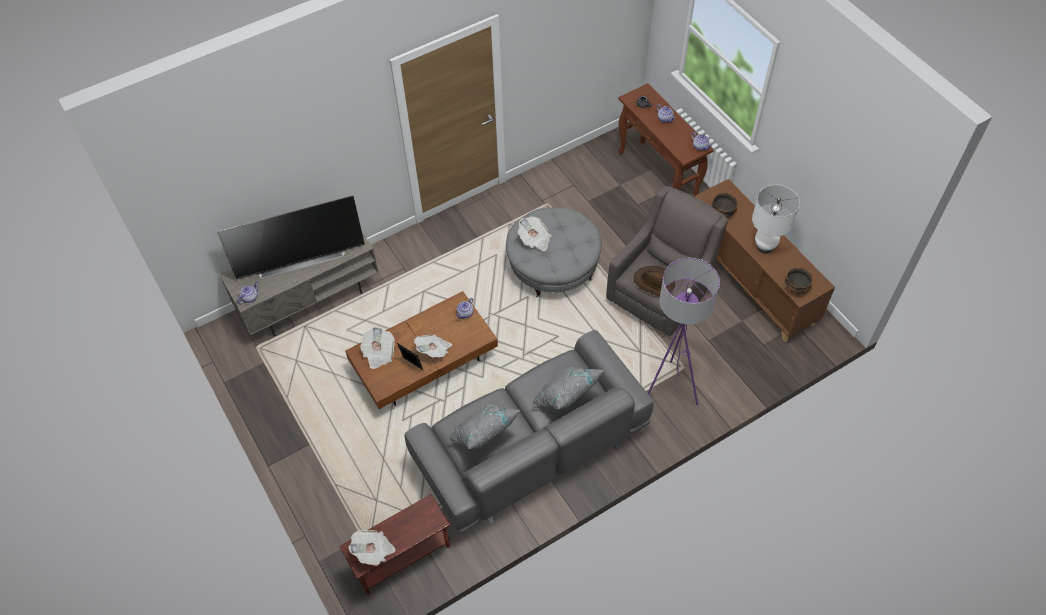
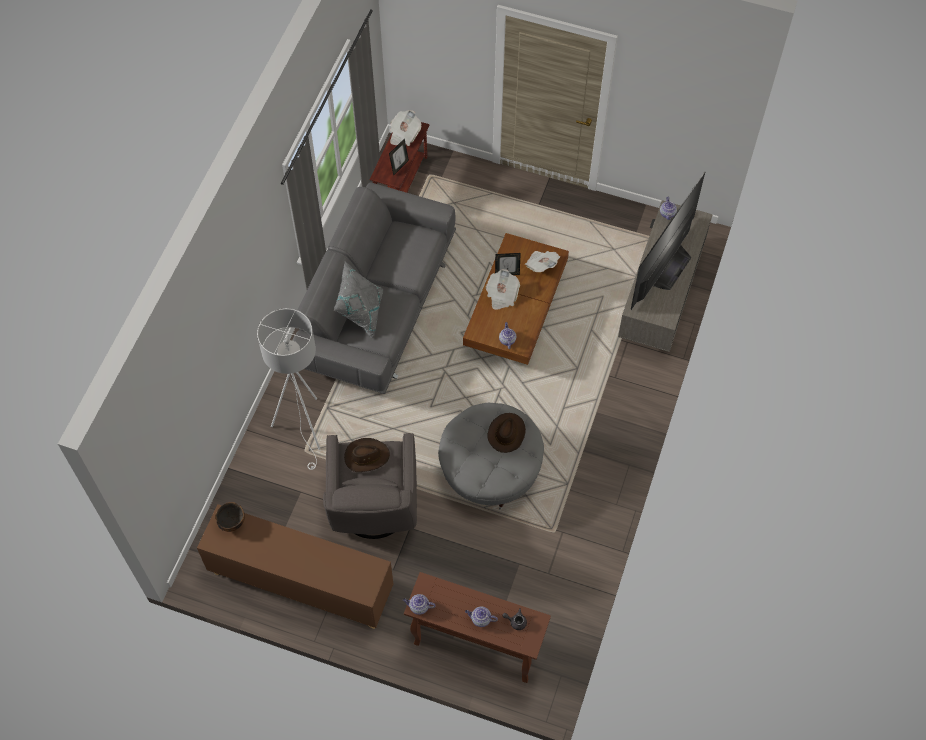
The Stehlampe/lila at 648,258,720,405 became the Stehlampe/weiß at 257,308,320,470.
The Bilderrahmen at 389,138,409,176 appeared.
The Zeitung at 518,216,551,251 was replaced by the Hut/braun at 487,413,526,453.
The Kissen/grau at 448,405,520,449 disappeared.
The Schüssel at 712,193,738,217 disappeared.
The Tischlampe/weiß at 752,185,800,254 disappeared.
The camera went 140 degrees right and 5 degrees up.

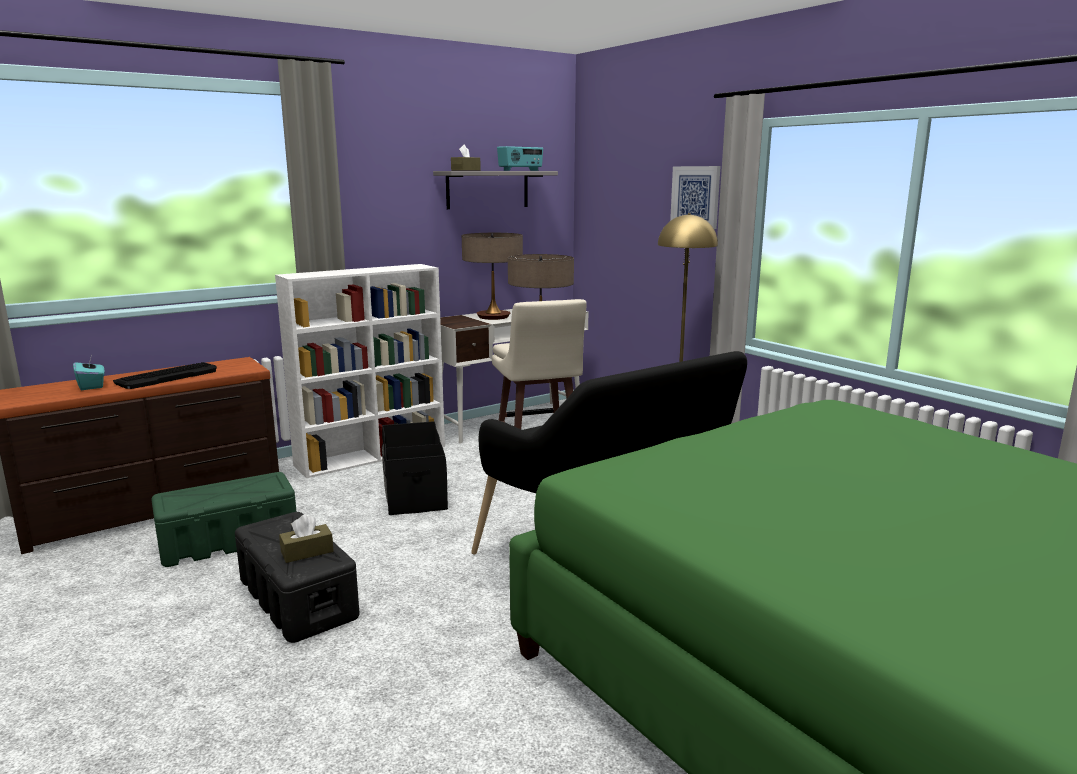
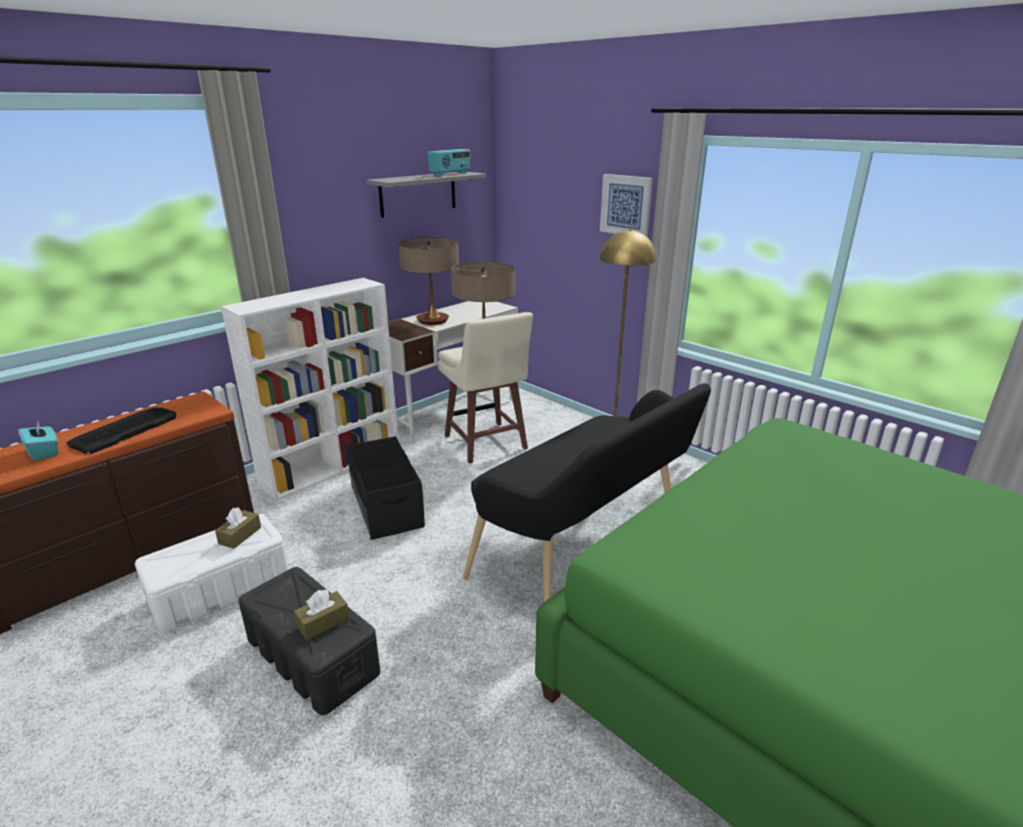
The Aufbewahrungsbox/grün at 151,472,297,567 became the Aufbewahrungsbox/weiß at 135,514,289,633.
The Taschentuchbox/braun moved from 451,145,481,171 to 215,507,261,549.
The camera went 10 degrees left and 10 degrees up.

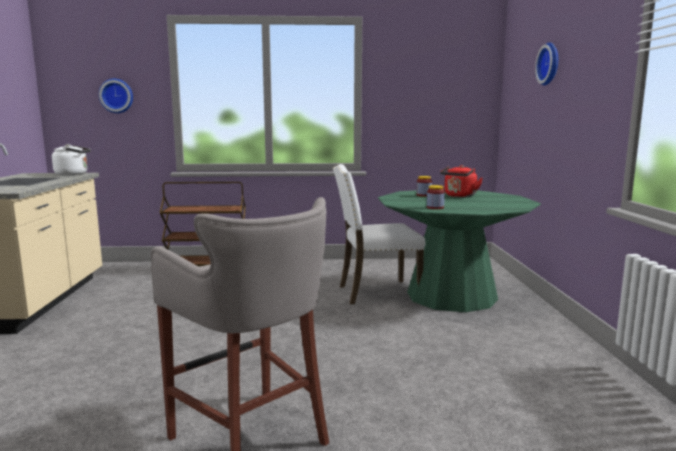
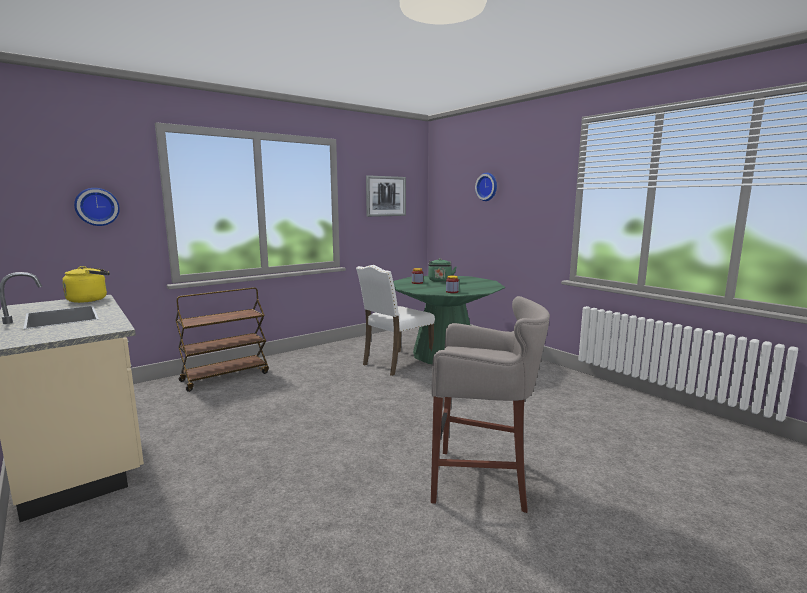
The Wasserkessel/weiß at 52,144,91,175 became the Wasserkessel/gelb at 62,266,110,303.
The Bild at 366,175,406,217 appeared.
The Wasserkessel/rot at 440,165,483,197 became the Wasserkessel/grün at 428,258,456,282.
The camera went 35 degrees left and 0 degrees up.

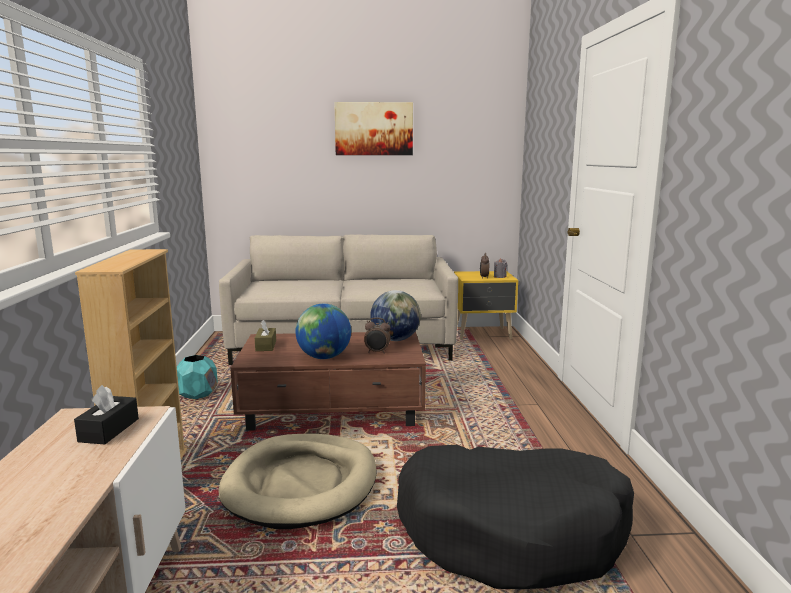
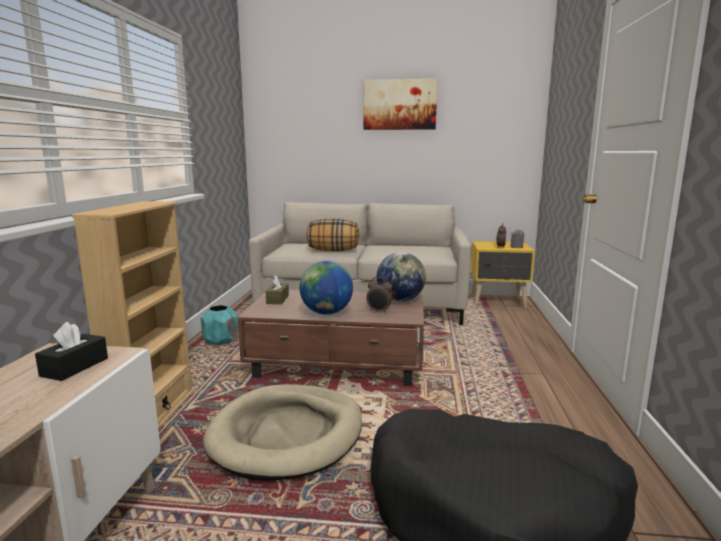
The Kissen at 307,219,359,251 appeared.
The camera went 10 degrees right and 0 degrees up.

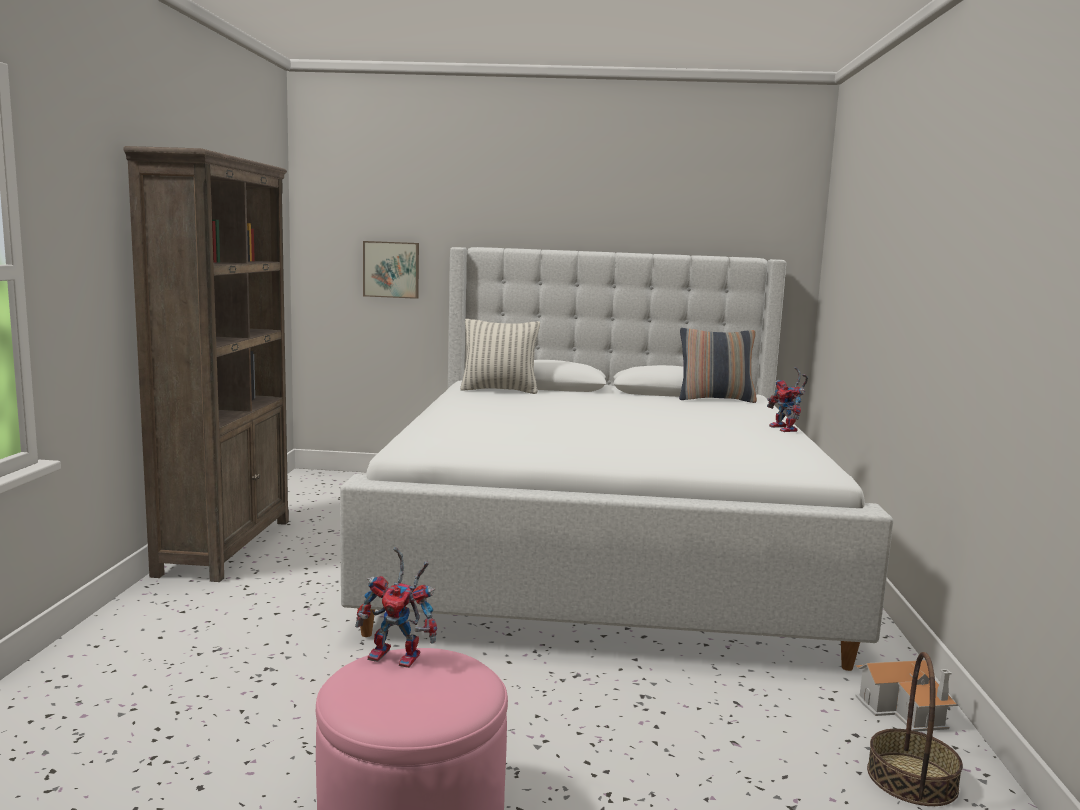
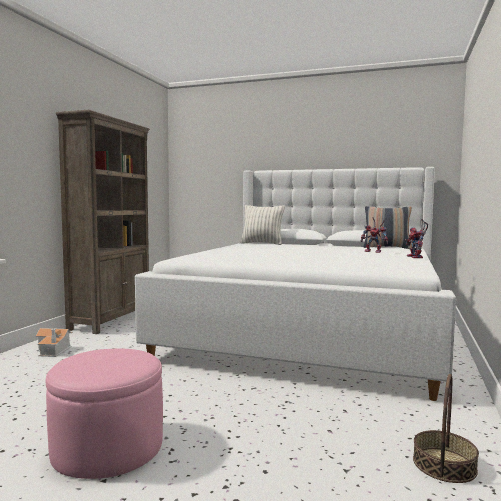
The Spielzeughaus moved from 855,660,957,731 to 36,328,73,357.
The Spielzeugroboter moved from 355,547,437,668 to 361,217,388,253.
The Bild at 363,241,419,299 disappeared.
The camera went 15 degrees right and 5 degrees down.

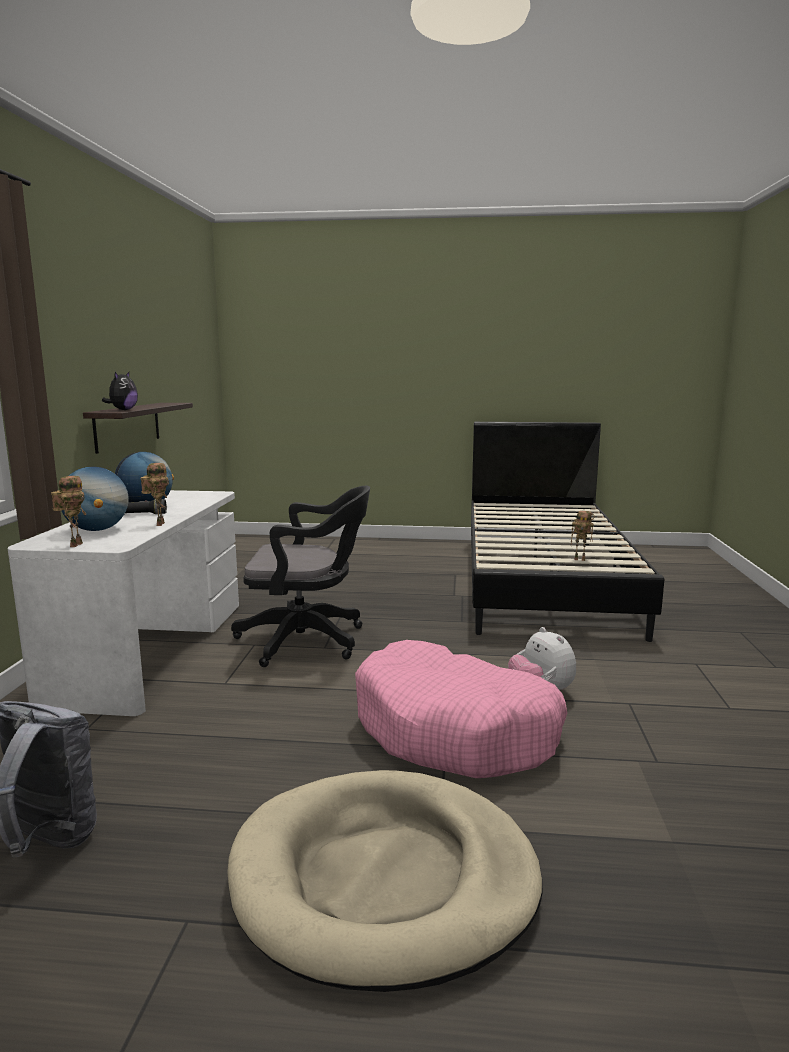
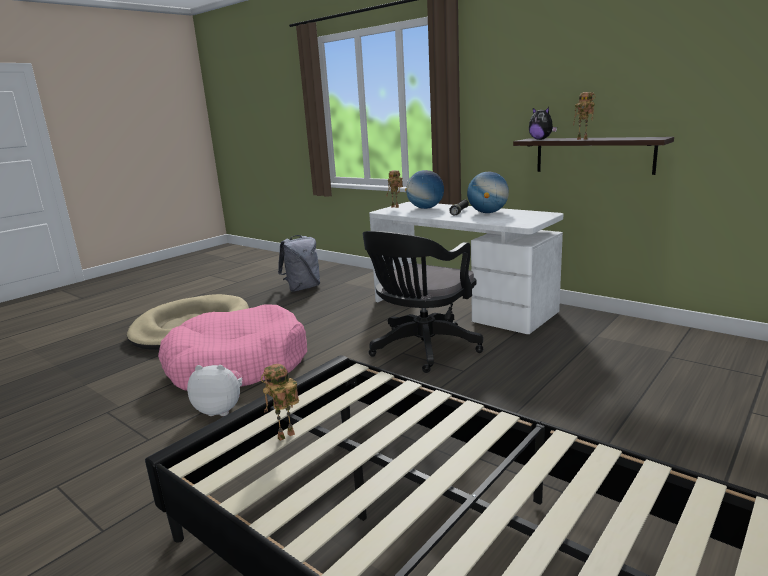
The Spielzeugroboter moved from 140,463,169,526 to 573,92,596,140.
The camera went 125 degrees right and 5 degrees up.

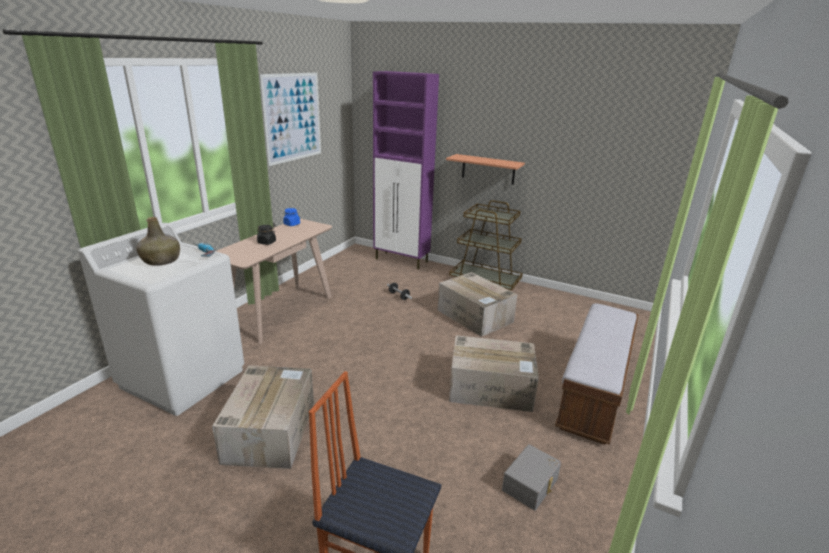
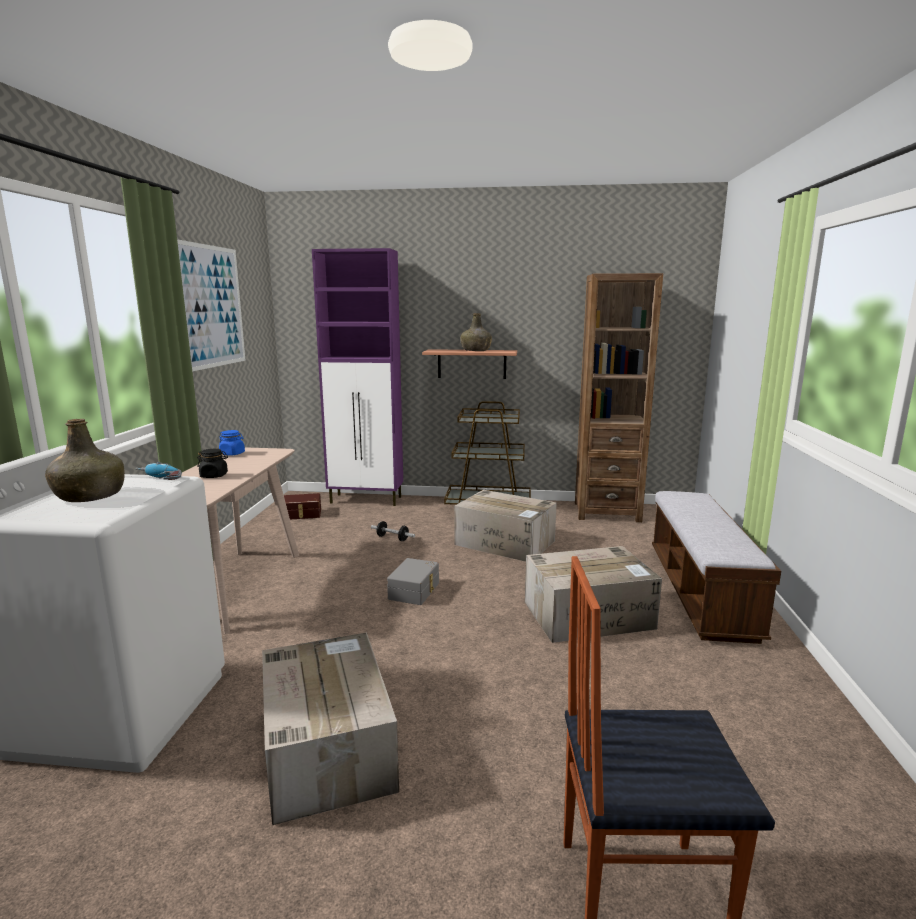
The Aufbewahrungsbox/braun at 284,493,321,520 appeared.
The Aufbewahrungsbox/grau moved from 502,444,561,511 to 387,558,439,605.
The Flasche/grün at 460,313,492,351 appeared.
The Bücherregal/braun at 575,273,663,522 appeared.
The camera went 20 degrees left and 10 degrees down.

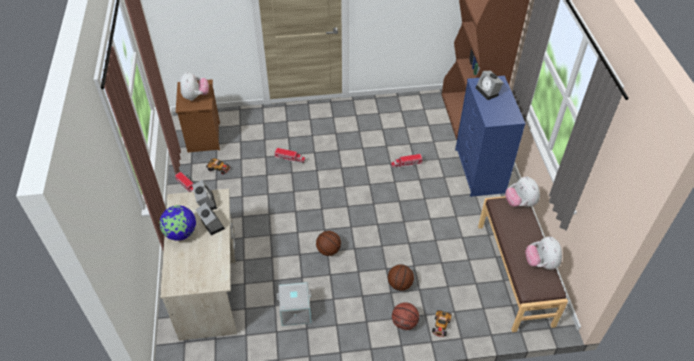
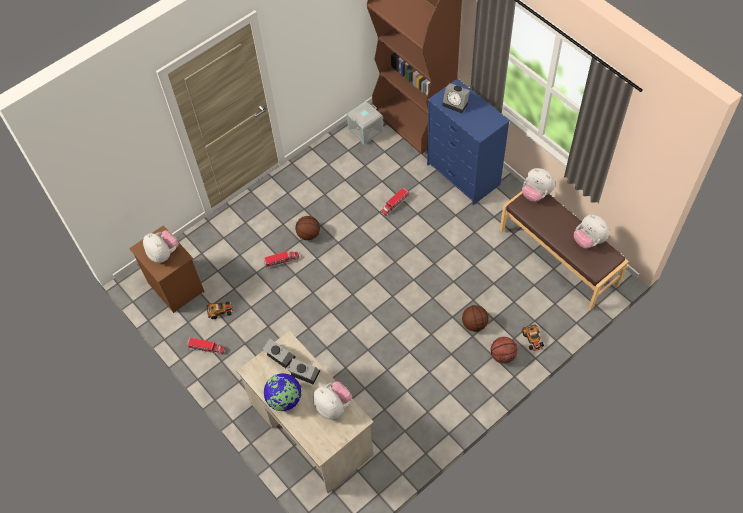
The Basketball moved from 316,231,341,256 to 295,216,320,240.
The Plüschtier at 313,381,352,420 appeared.
The Aufbewahrungsbox/grau moved from 277,282,311,326 to 347,101,383,144.
The camera went 30 degrees left and 10 degrees up.

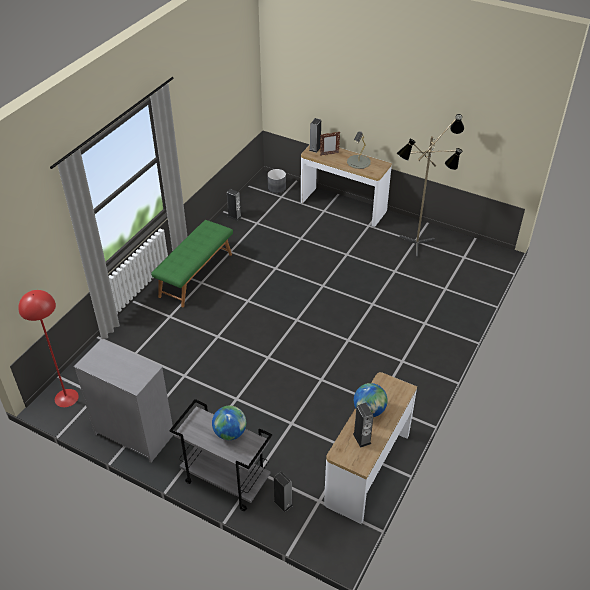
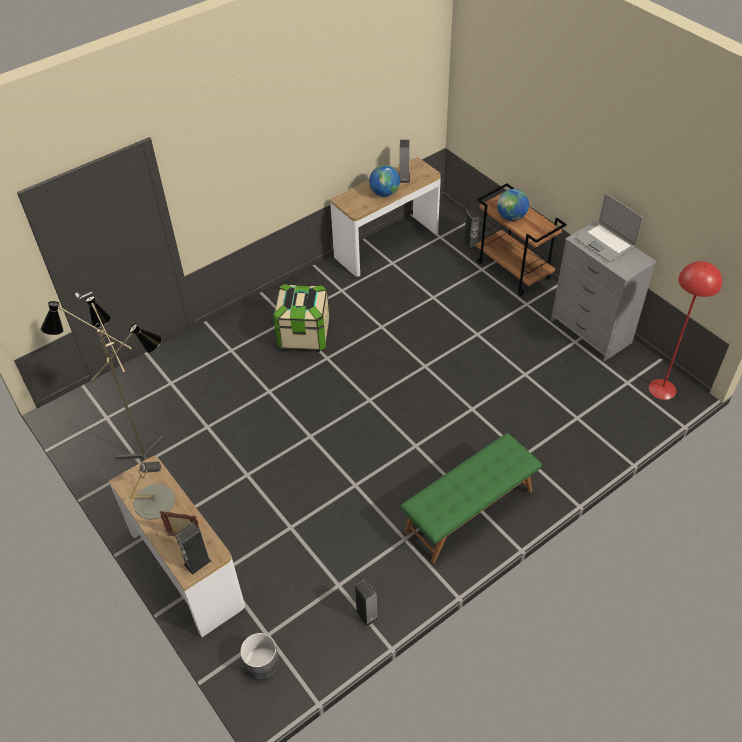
The Aufbewahrungsbox at 273,284,330,352 appeared.
The Rollwagen/grau at 169,399,272,511 became the Rollwagen/braun at 476,183,567,296.
The Laptop at 575,194,643,262 appeared.
The camera went 155 degrees left and 5 degrees up.

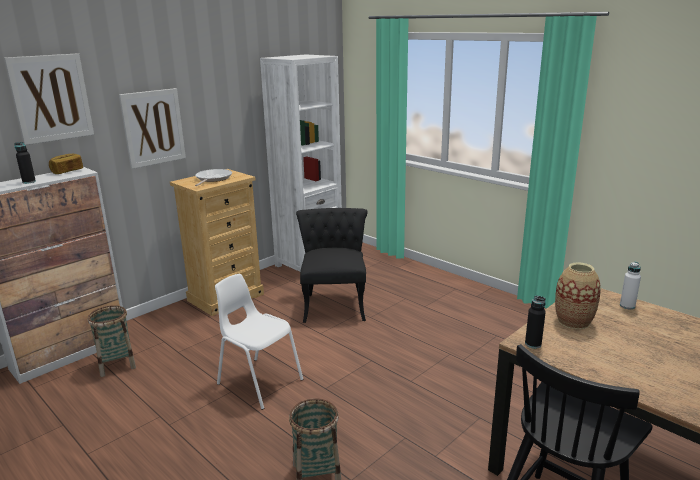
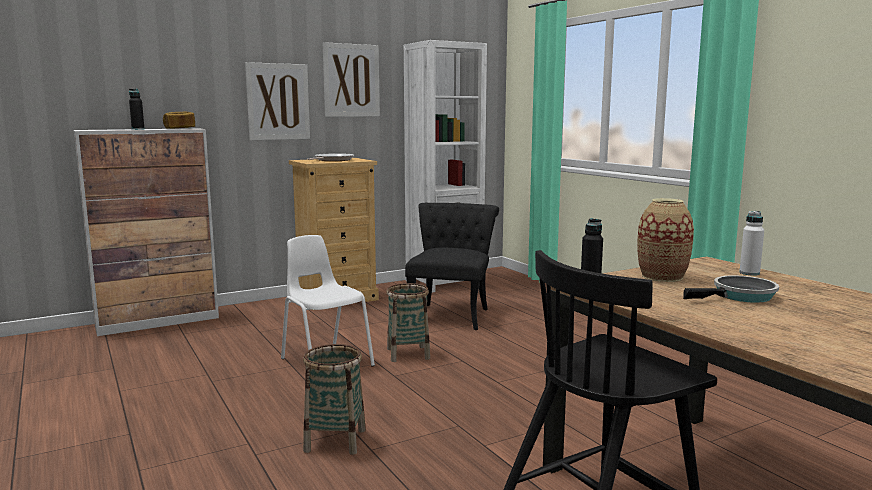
The Bild moved from 4,53,94,145 to 323,42,380,117.
The Korb moved from 88,305,136,377 to 386,283,430,362.
The Pfanne at 683,275,779,303 appeared.
The camera went 15 degrees right and 10 degrees down.

